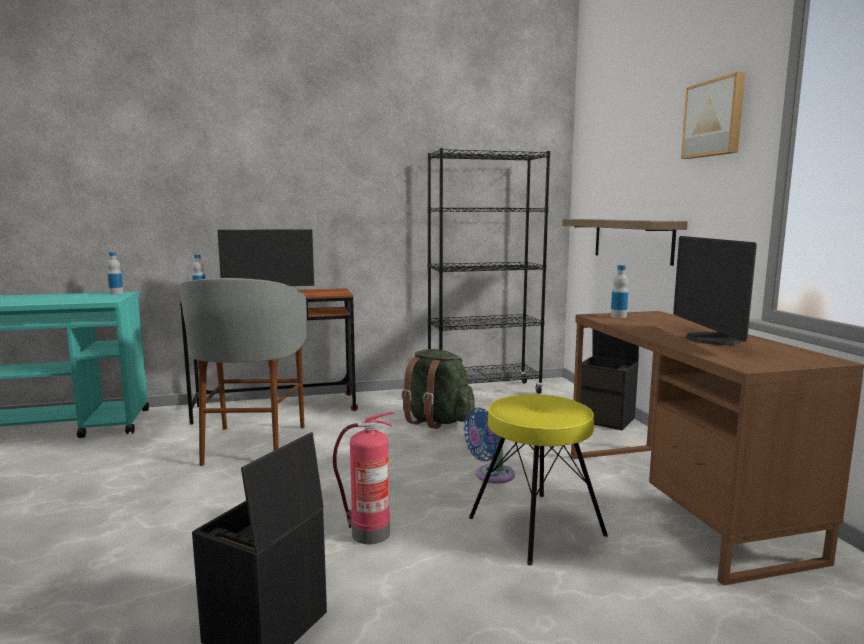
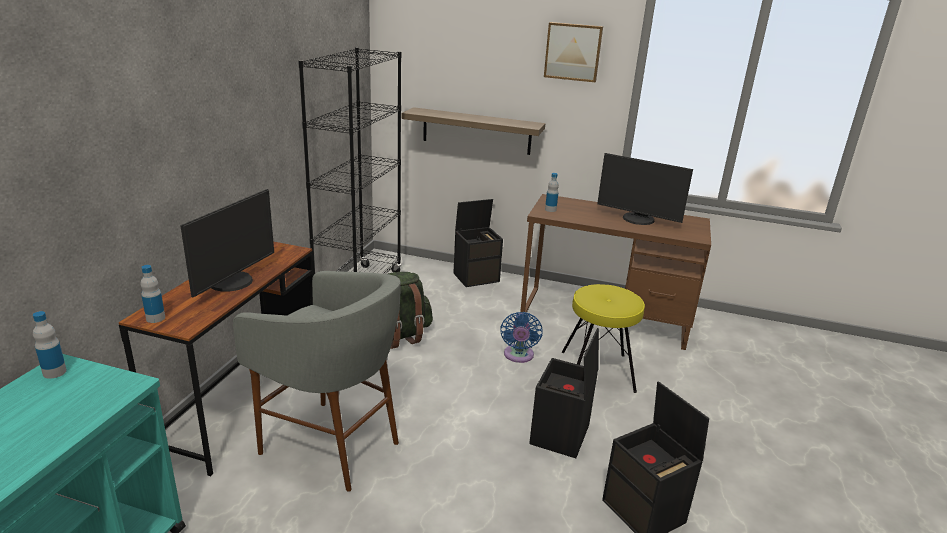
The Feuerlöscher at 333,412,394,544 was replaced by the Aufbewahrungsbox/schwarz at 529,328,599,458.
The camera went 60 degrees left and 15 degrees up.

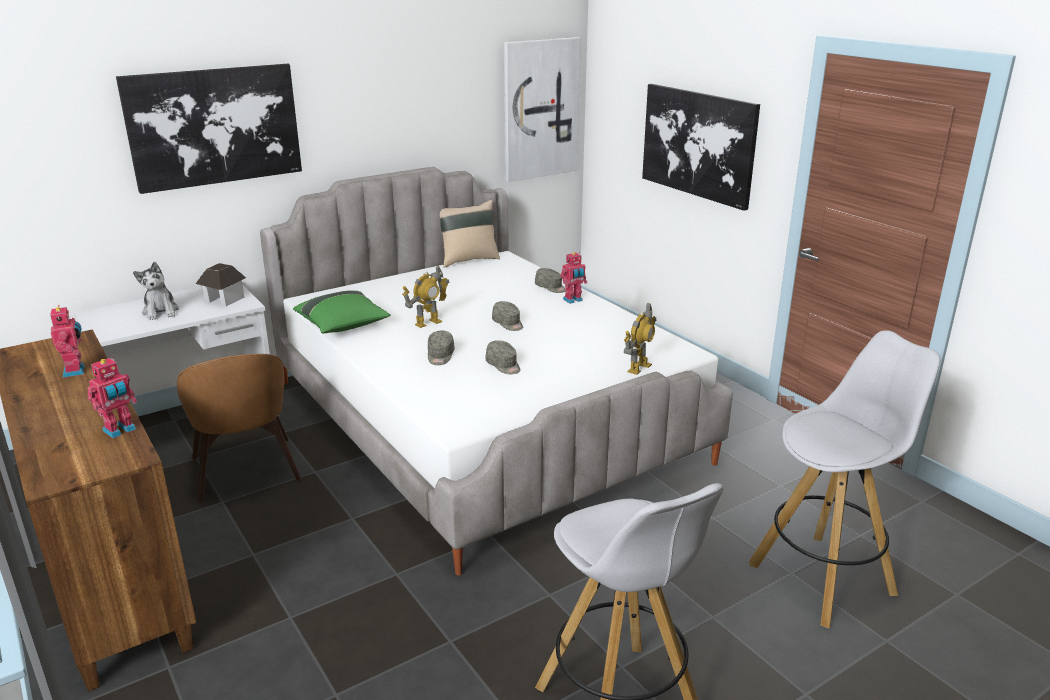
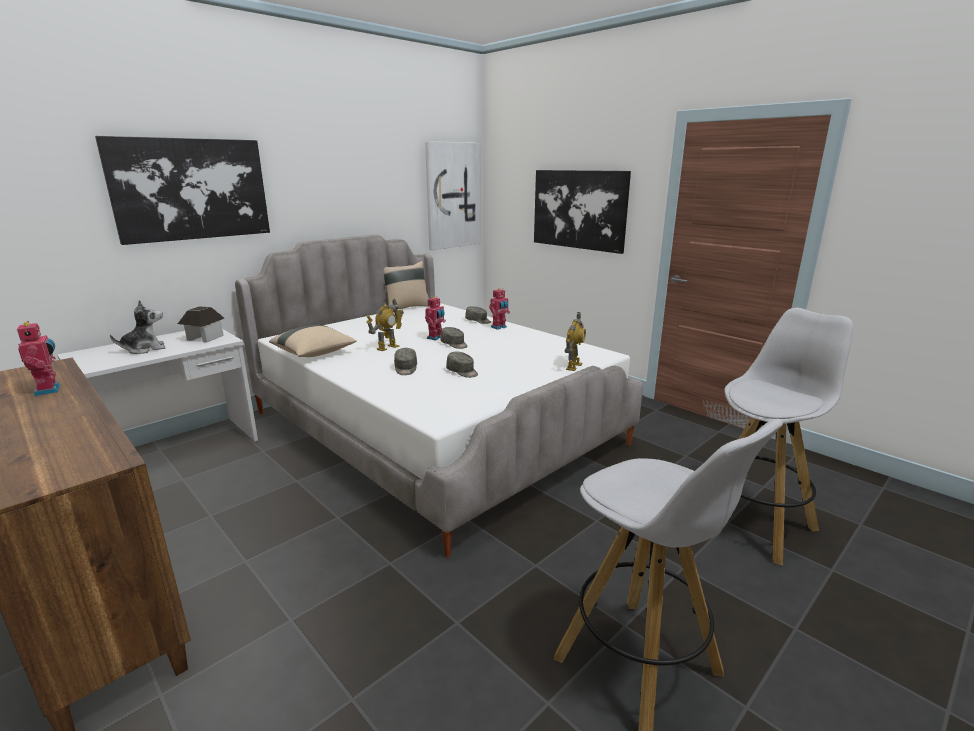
The Plüschtier at 133,261,179,320 turned 90 degrees counterclockwise.
The Kissen/grün at 293,290,391,333 became the Kissen/beige at 269,325,357,357.
The Spielzeugroboter moved from 88,357,137,438 to 425,297,446,340.
The Stuhl/braun at 177,354,302,503 disappeared.
The camera went 10 degrees left and 5 degrees down.

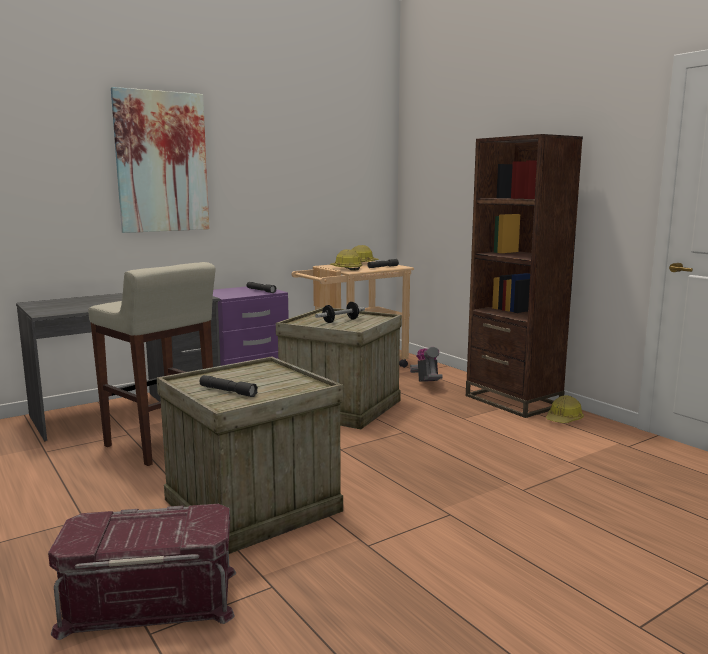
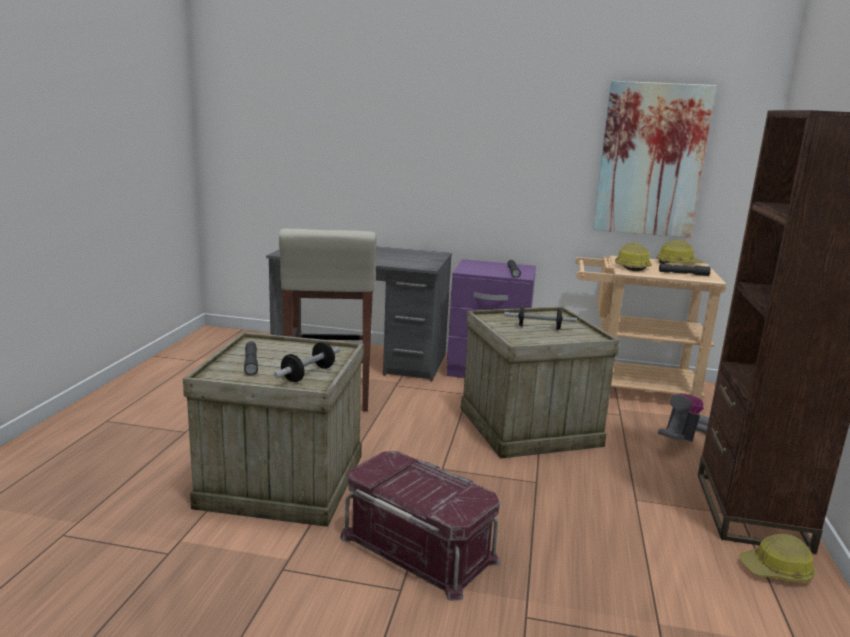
The Hantel at 274,342,340,382 appeared.
The Aufbewahrungsbox/rot moved from 48,504,236,640 to 340,451,500,601.
The Bild moved from 111,87,209,233 to 593,81,716,238.
The camera went 45 degrees right and 5 degrees up.

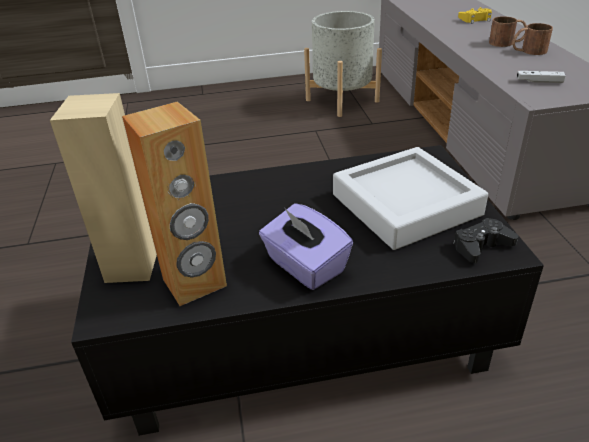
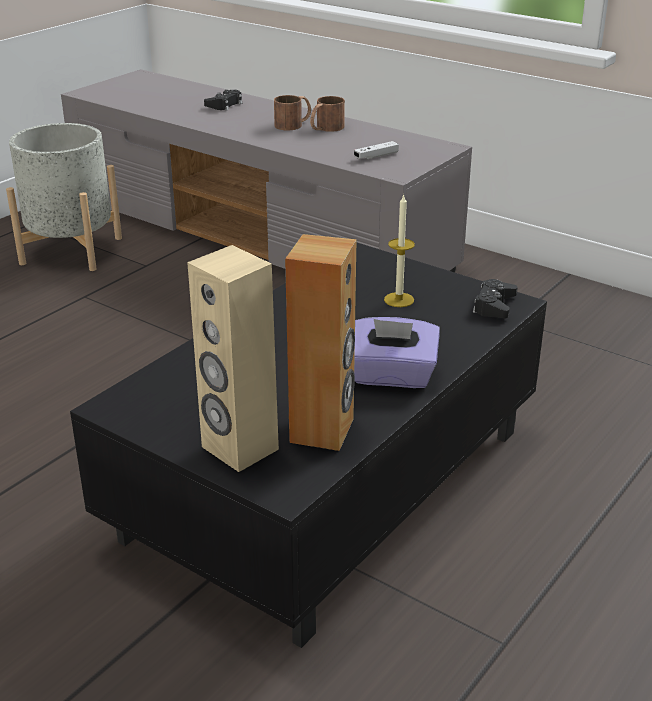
The Gamepad/gelb at 458,7,492,24 became the Gamepad/schwarz at 204,89,243,111.
The Tablett/grau at 333,147,488,250 was replaced by the Kerze at 384,194,415,307.
The camera went 45 degrees left and 5 degrees down.

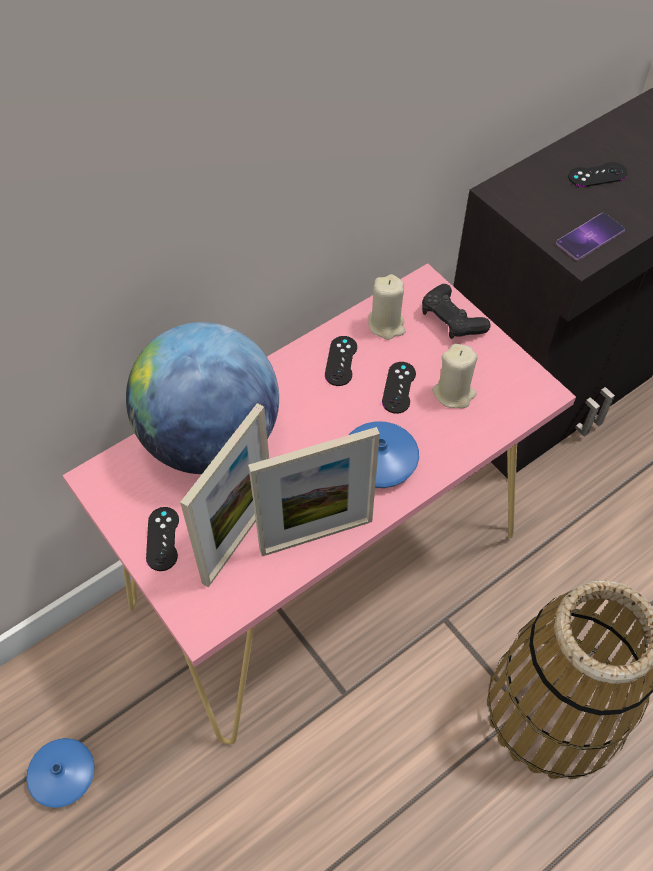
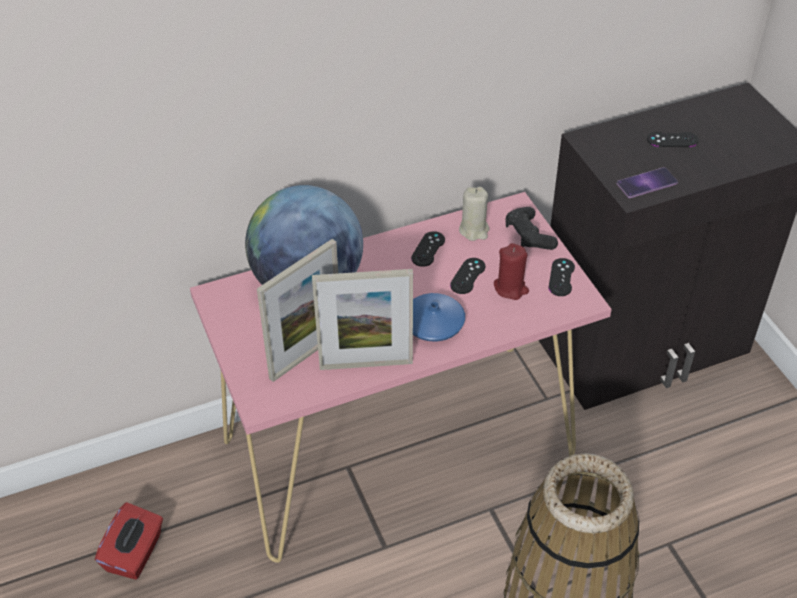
The Vase/blau at 26,738,94,808 was replaced by the Taschentuchbox/rot at 95,502,163,580.
The Kerze/beige at 432,344,478,408 became the Kerze/rot at 494,243,529,300.
The Gamepad/schwarz moved from 146,507,179,571 to 549,258,575,296.
The camera went 15 degrees right and 10 degrees down.

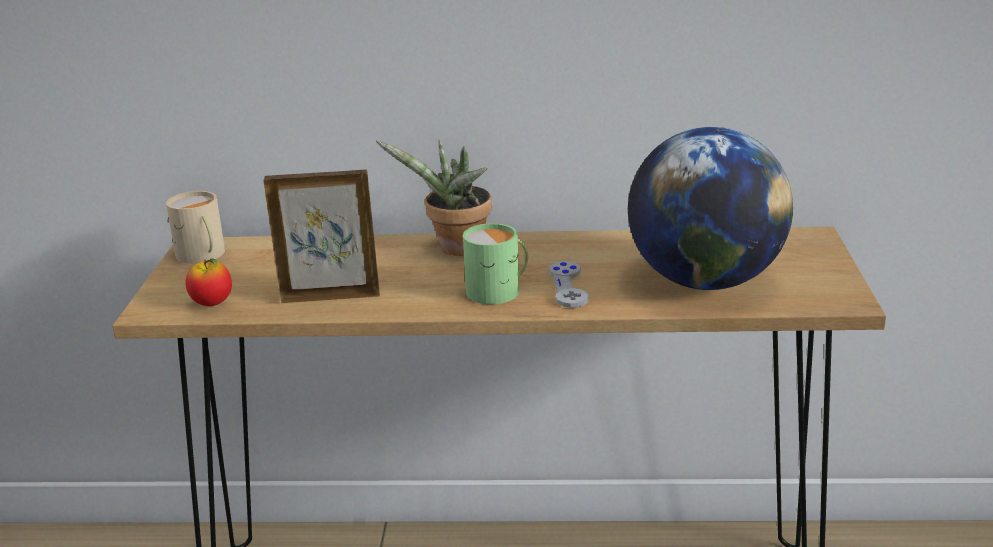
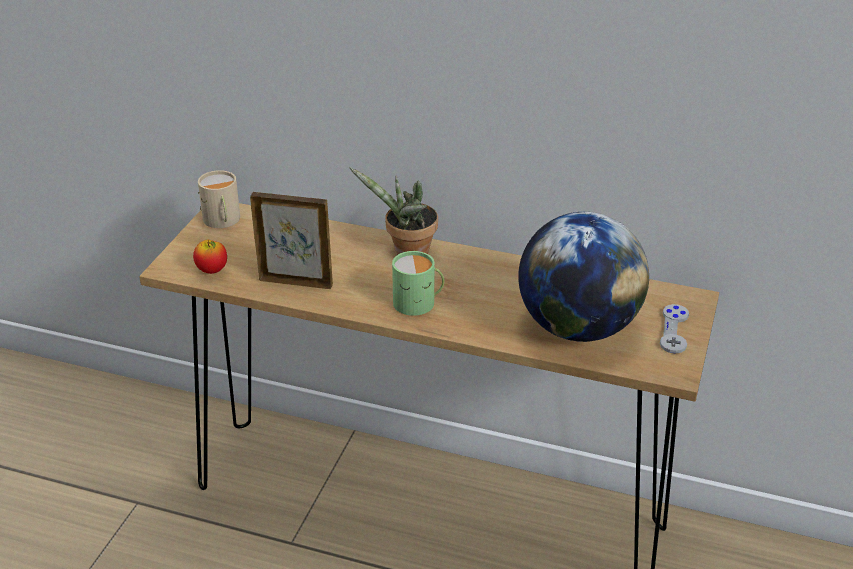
The Gamepad/grau moved from 549,261,589,308 to 660,304,689,354.
The camera went 15 degrees right and 10 degrees up.

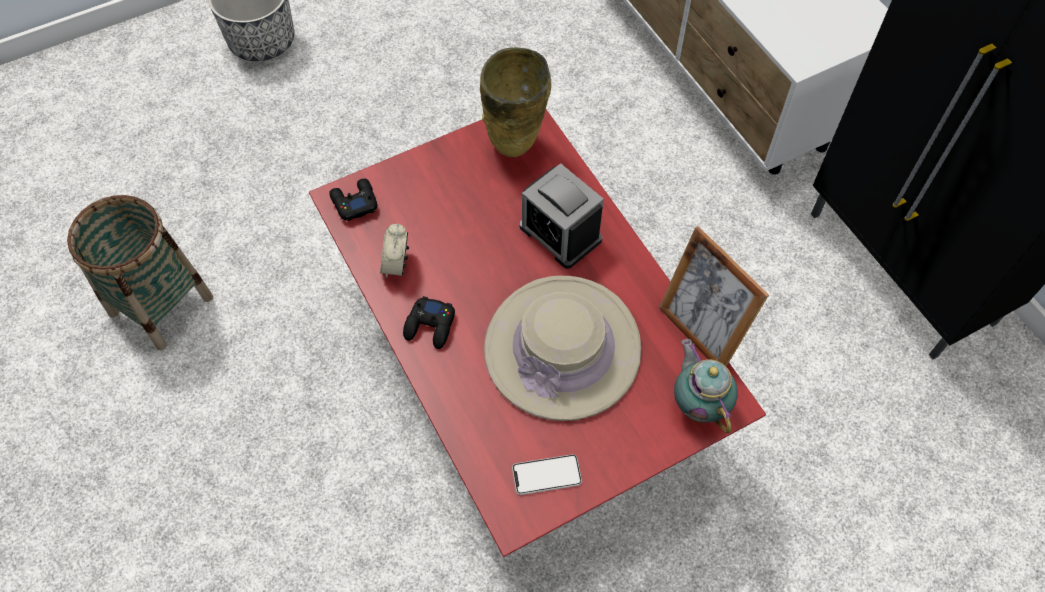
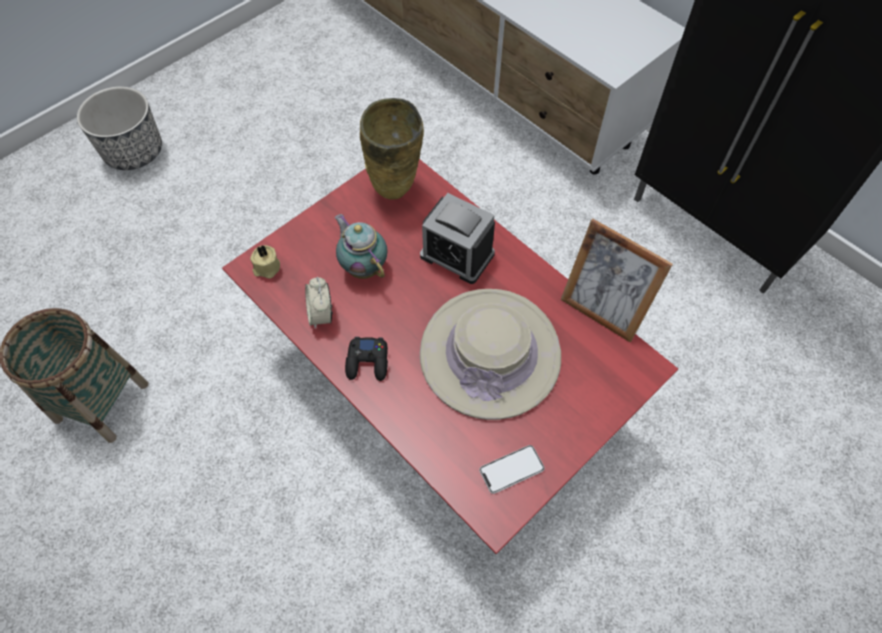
The Gamepad/schwarz at 329,179,377,221 was replaced by the Kerze/beige at 250,245,280,279.
The Teekanne moved from 674,339,738,434 to 335,214,387,279.
The camera went 15 degrees left and 0 degrees up.

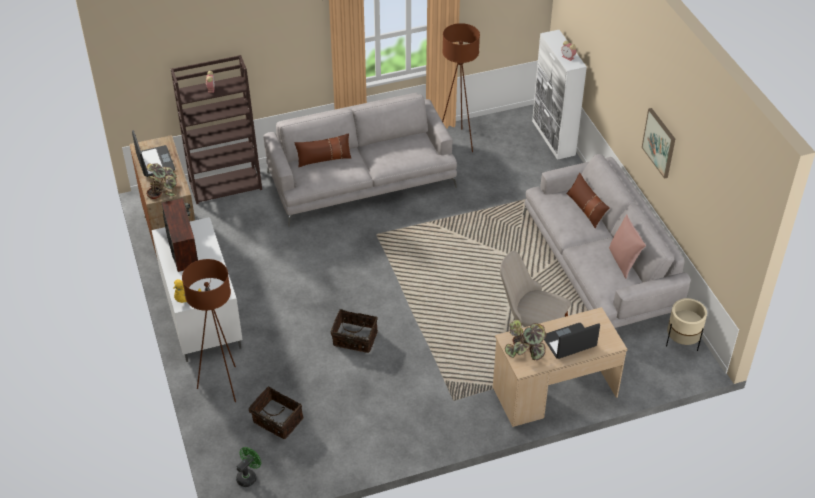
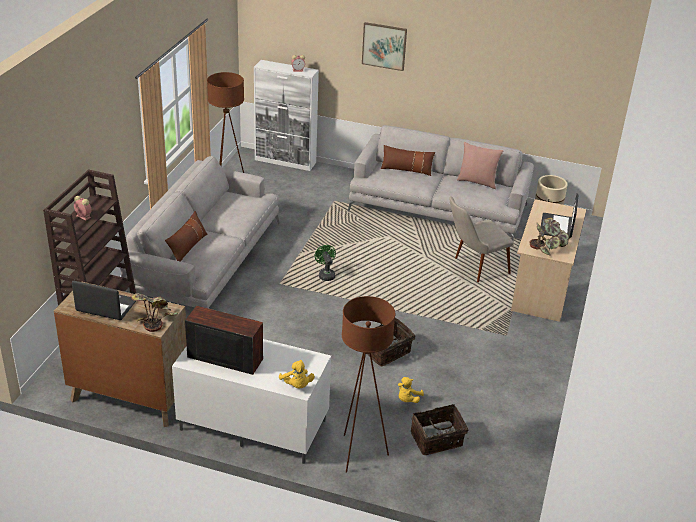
The Ventilator/grün moved from 236,447,261,487 to 315,245,336,281.
The Bild moved from 642,108,675,179 to 362,22,407,71.
The Plüschtier/gelb at 398,377,424,403 appeared.
The camera went 55 degrees left and 10 degrees down.

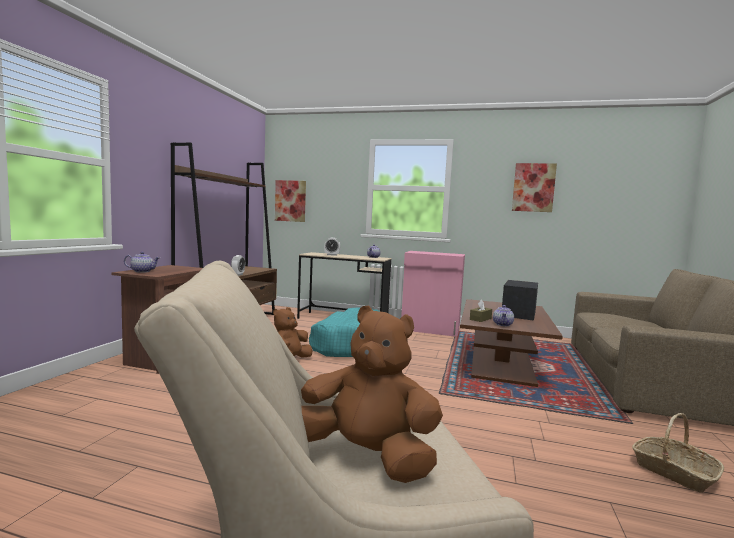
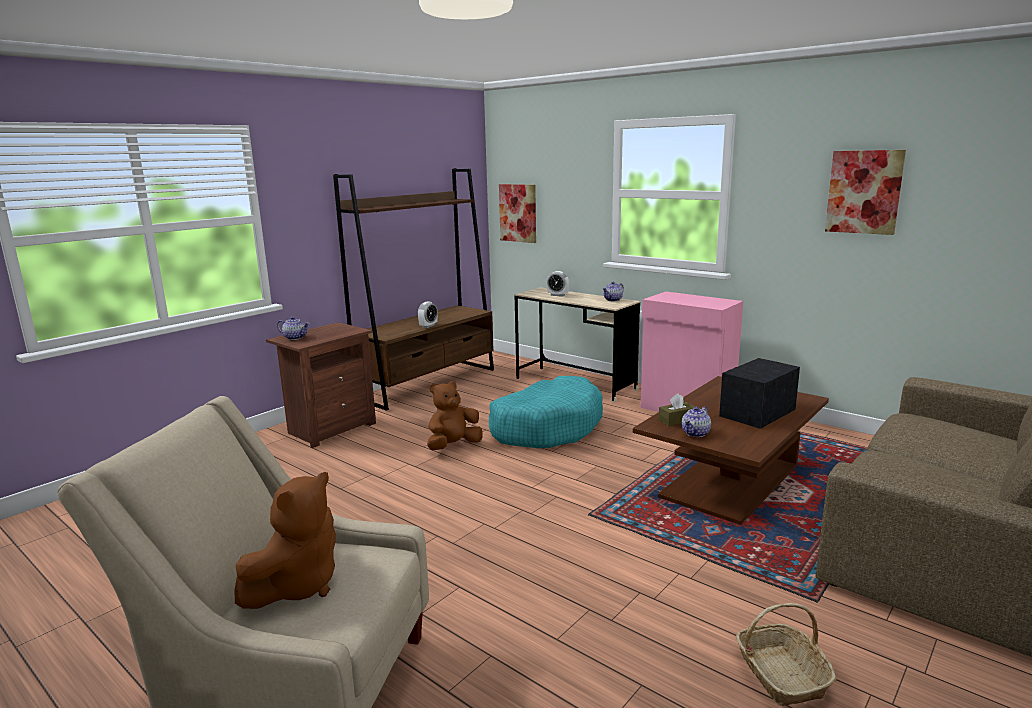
The Plüschtier/braun at 301,306,443,483 turned 75 degrees clockwise.
The camera went 25 degrees right and 10 degrees up.

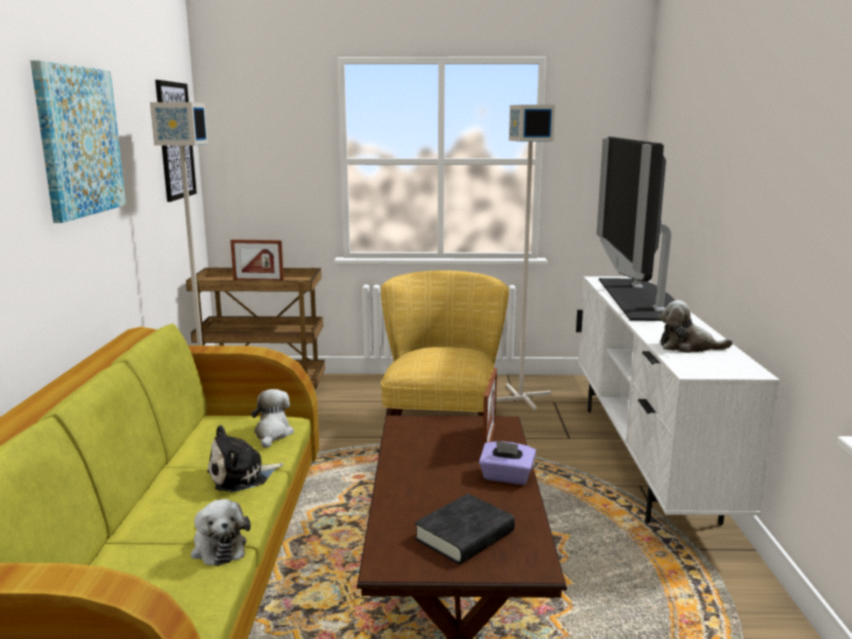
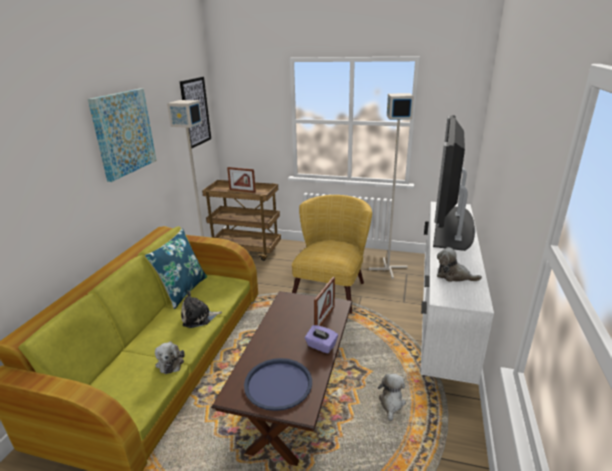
The Kissen/blau at 145,228,207,309 appeared.
The Buch/schwarz at 415,494,515,564 was replaced by the Tablett/blau at 244,358,312,411.
The Plüschtier moved from 251,389,294,448 to 378,373,406,421.
The camera went 15 degrees right and 10 degrees up.

